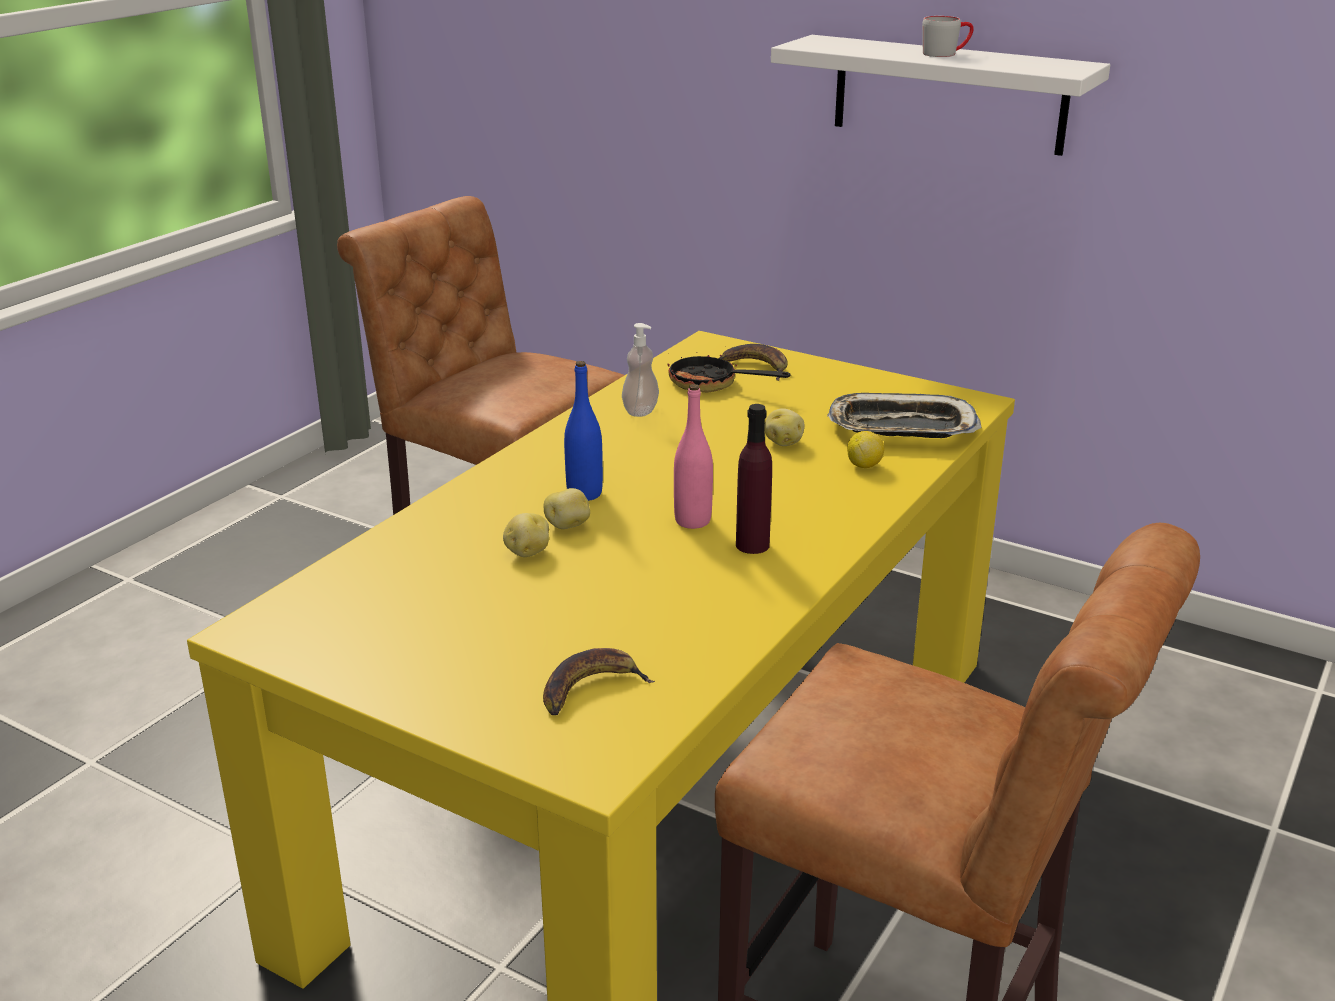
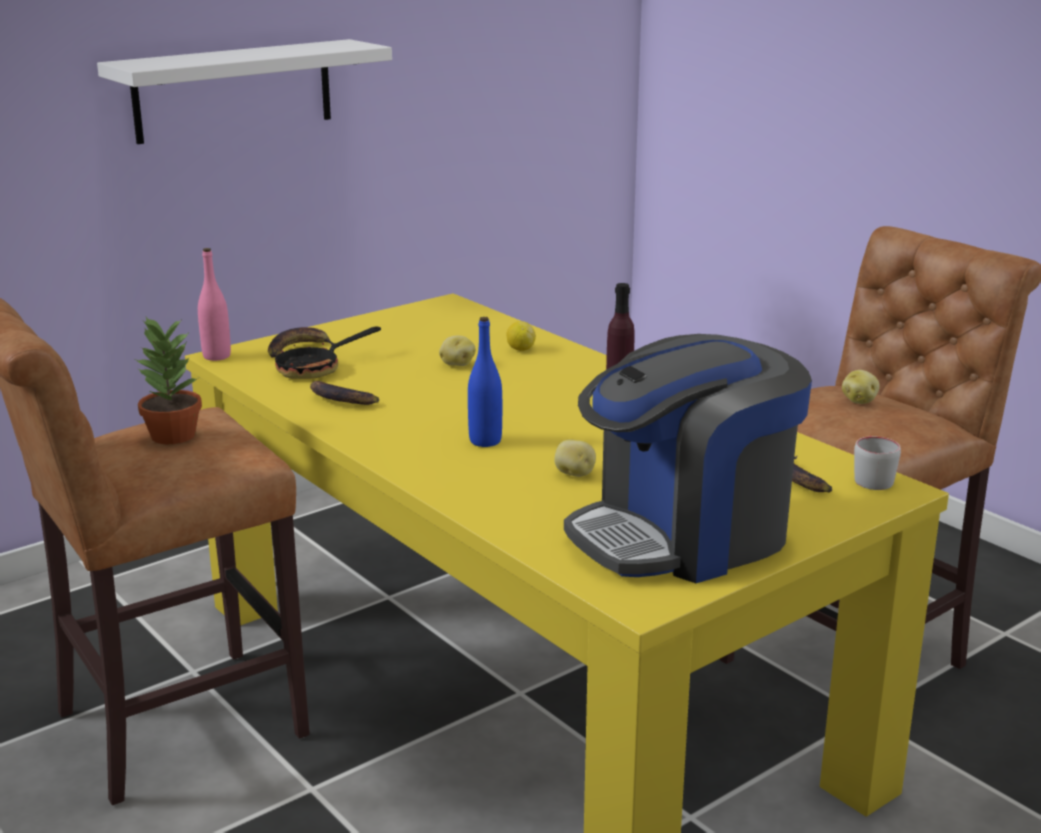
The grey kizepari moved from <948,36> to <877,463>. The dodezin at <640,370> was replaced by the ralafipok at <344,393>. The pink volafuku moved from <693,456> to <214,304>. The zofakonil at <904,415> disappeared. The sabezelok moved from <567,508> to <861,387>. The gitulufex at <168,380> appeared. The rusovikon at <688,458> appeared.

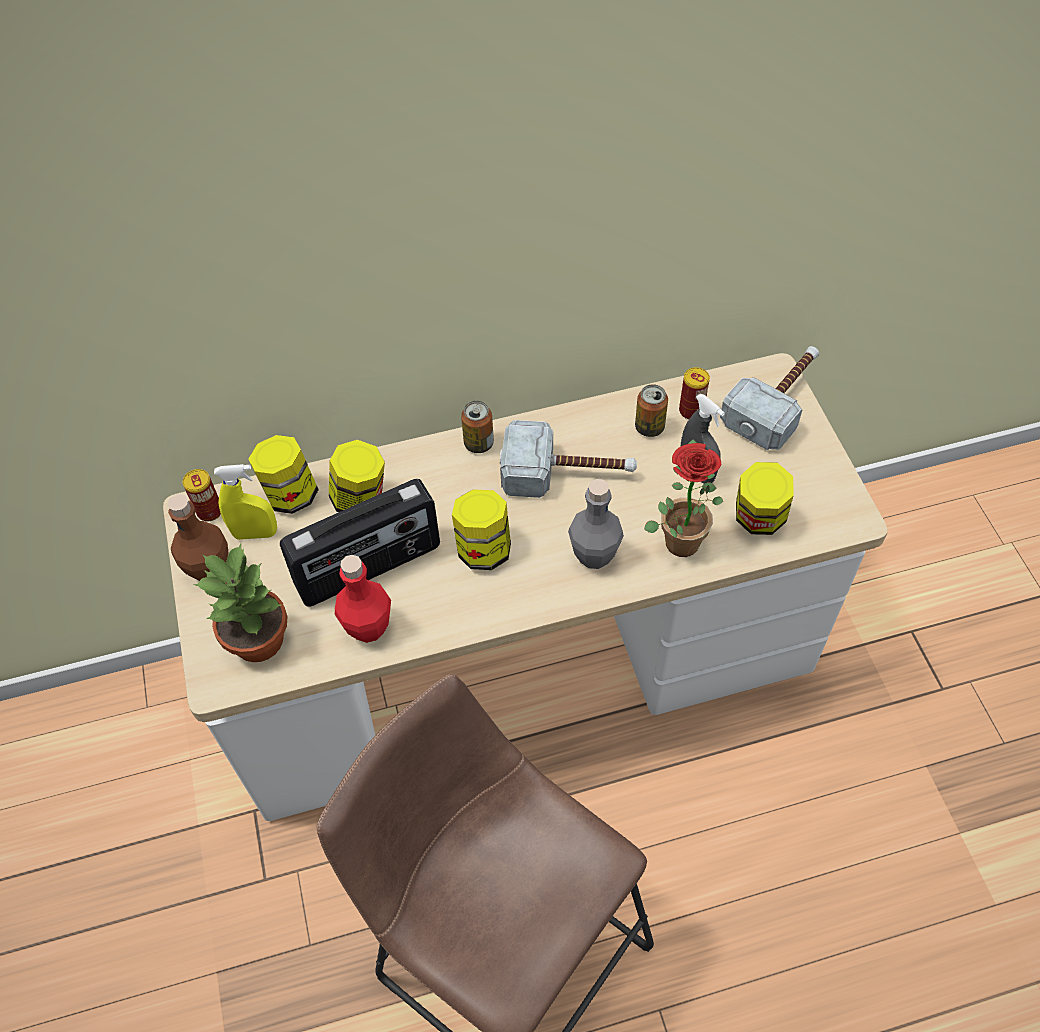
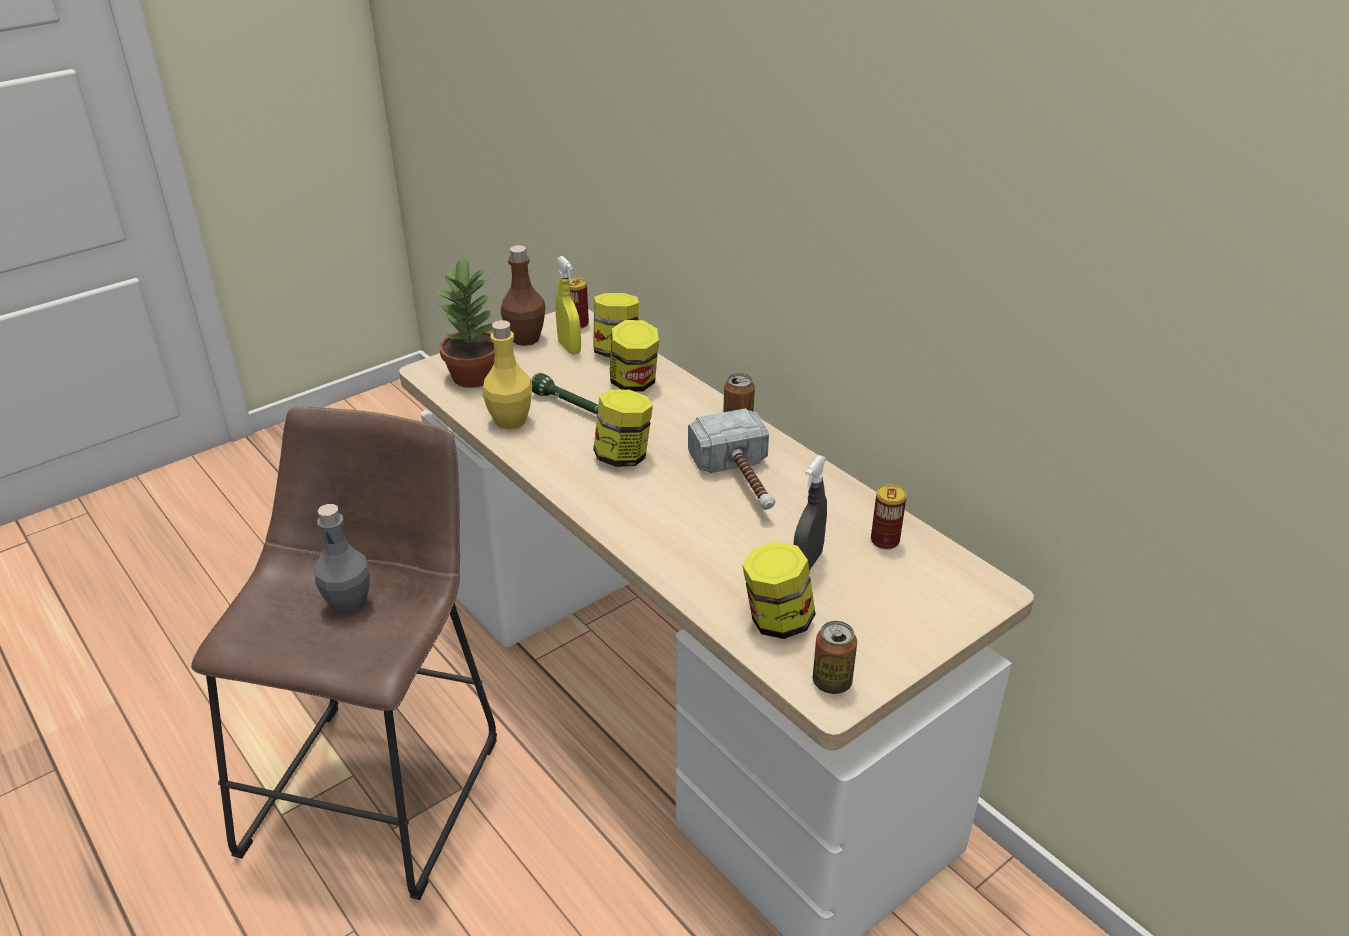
The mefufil at <769,398> disappeared. The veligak moved from <651,410> to <835,657>. The gitulufex at <683,498> disappeared. The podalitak at <360,543> was replaced by the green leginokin at <565,393>. The grey volafuku moved from <596,524> to <342,559>. The red volafuku at <363,599> became the yellow volafuku at <507,375>.

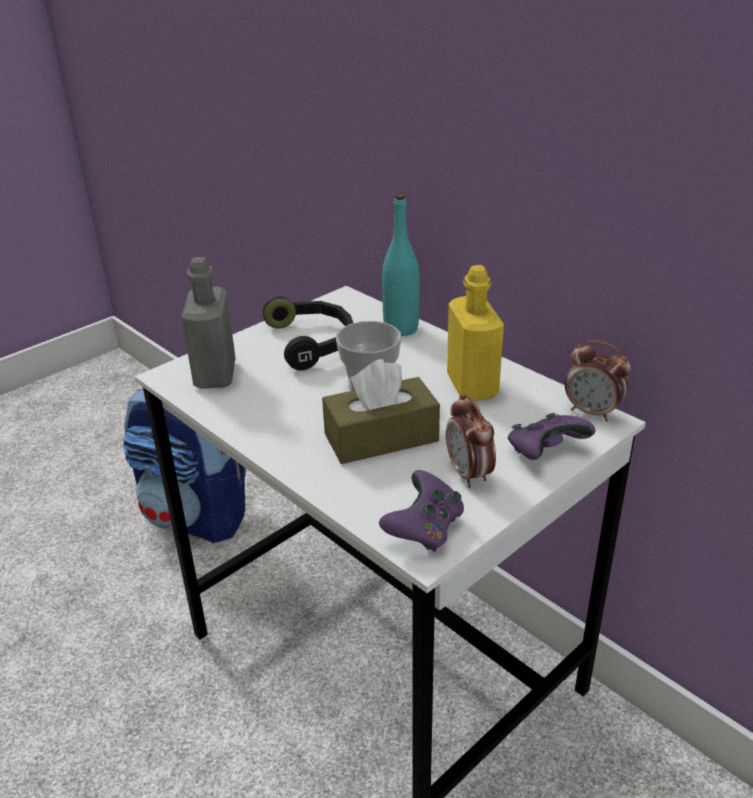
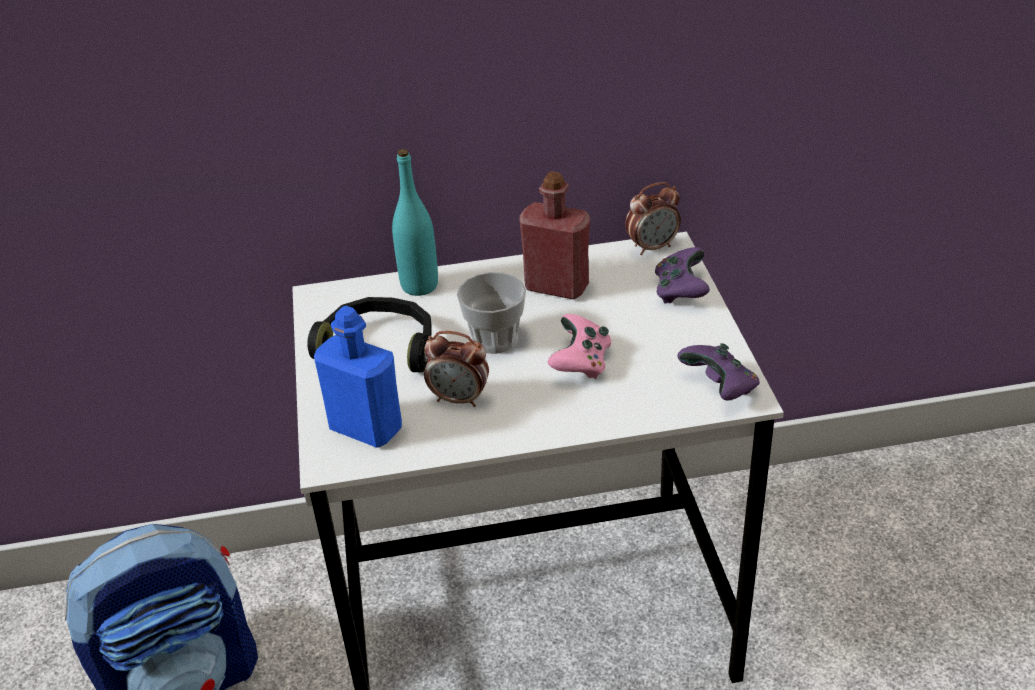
The grey volafuku at <209,323> became the blue volafuku at <358,377>. The yellow volafuku at <475,333> became the red volafuku at <554,235>. The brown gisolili at <381,411> was replaced by the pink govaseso at <579,346>. The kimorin moved from <471,441> to <456,369>.

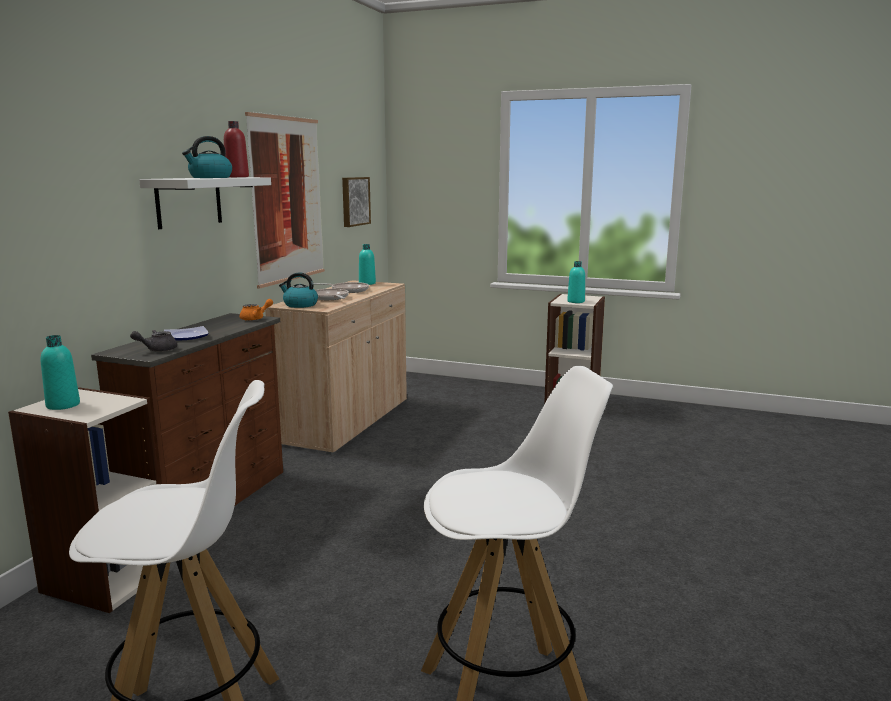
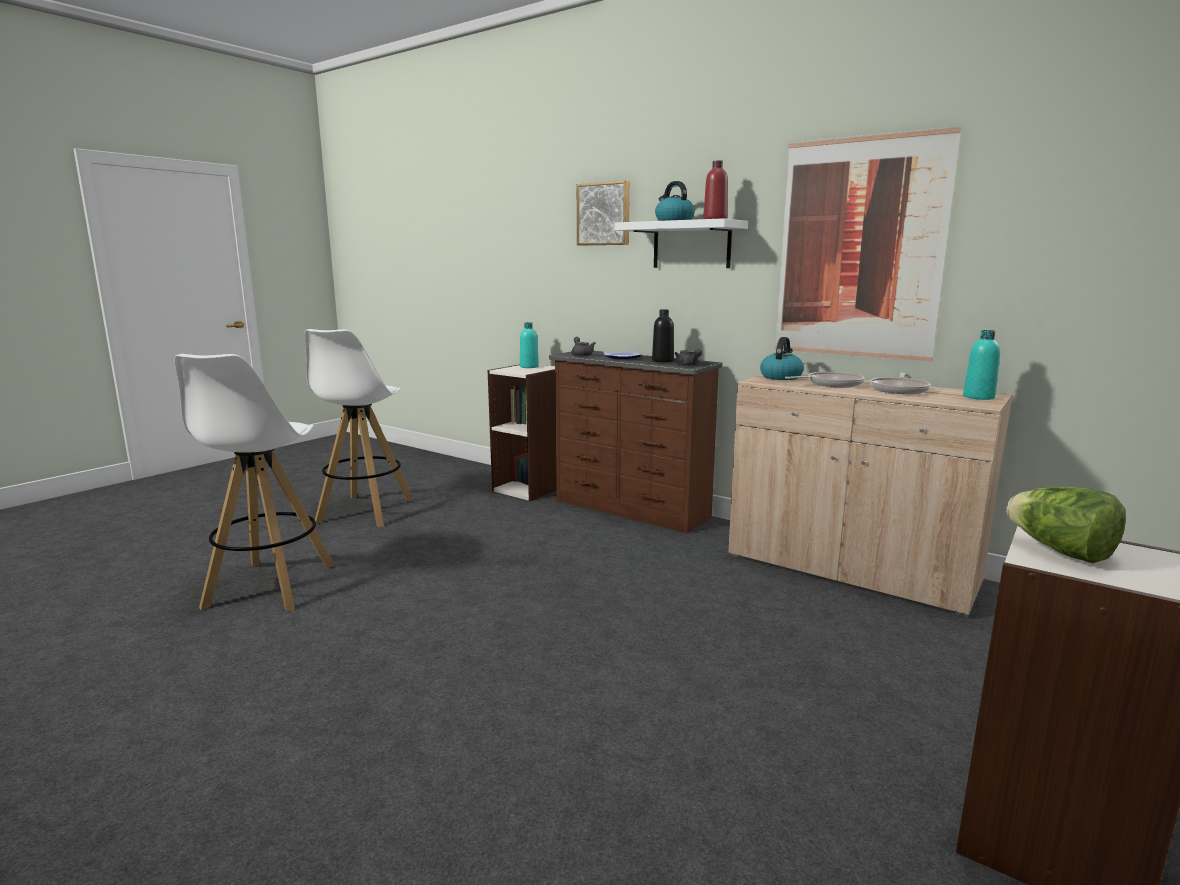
The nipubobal moved from <356,202> to <603,213>. The turquoise volafuku at <576,282> was replaced by the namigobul at <1066,524>. The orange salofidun at <256,310> became the grey salofidun at <688,357>. The black volafuku at <663,335> appeared.

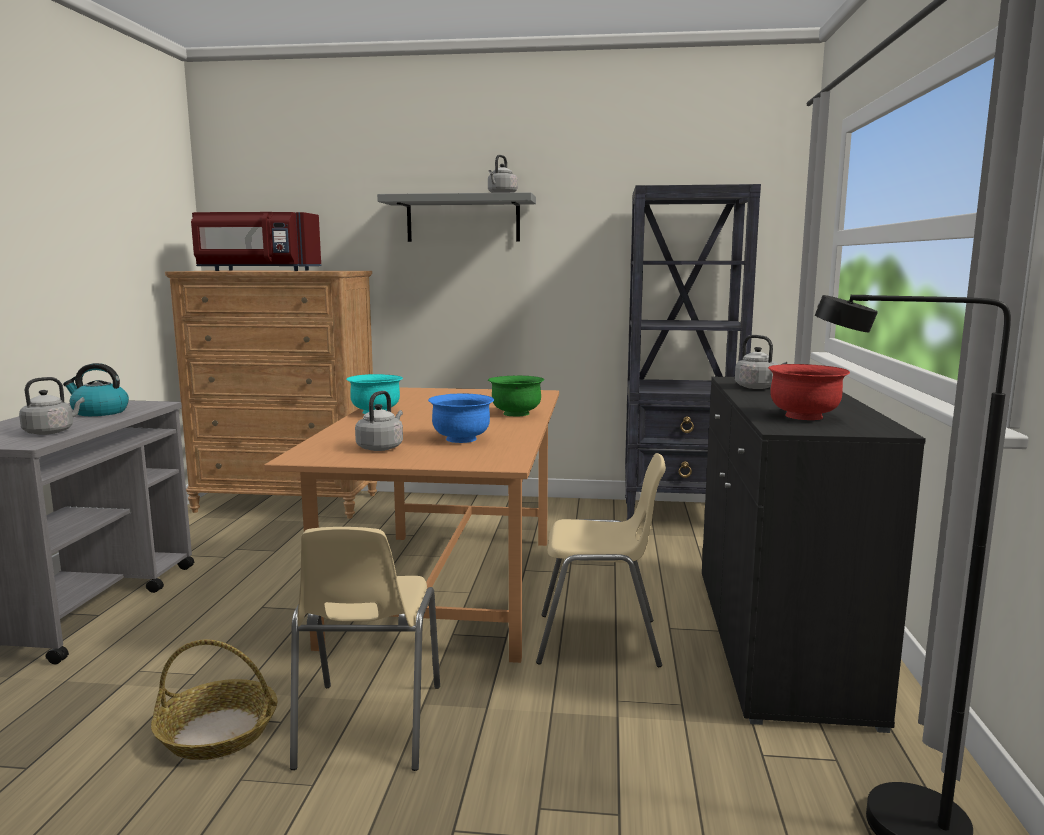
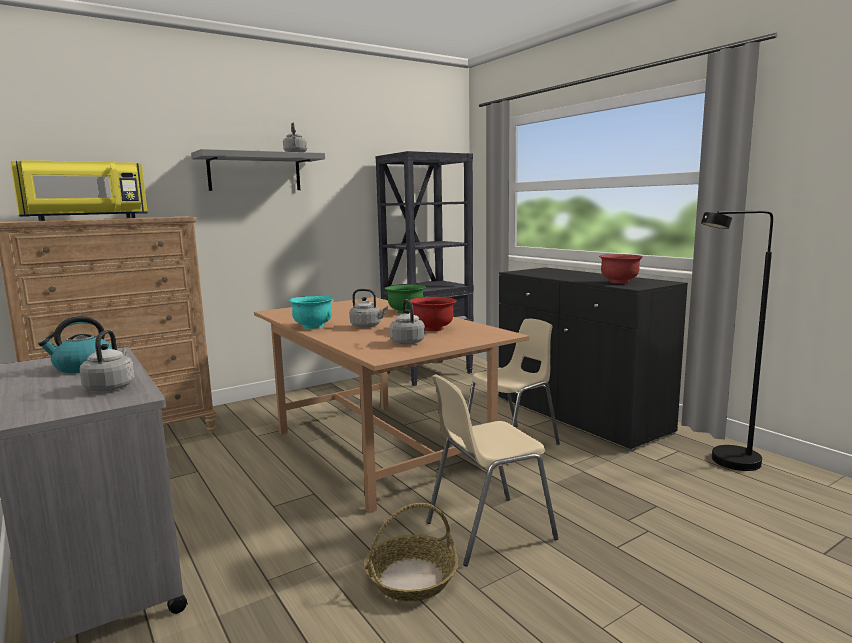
The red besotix at <256,241> became the yellow besotix at <79,190>. The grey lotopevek moved from <761,362> to <369,308>. The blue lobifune at <461,418> became the red lobifune at <433,314>. The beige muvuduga at <365,649> turned 105 degrees clockwise.

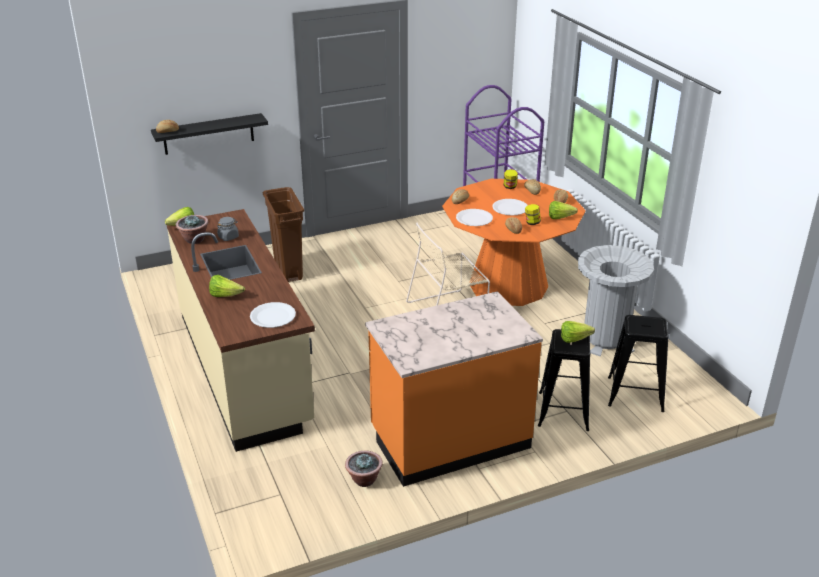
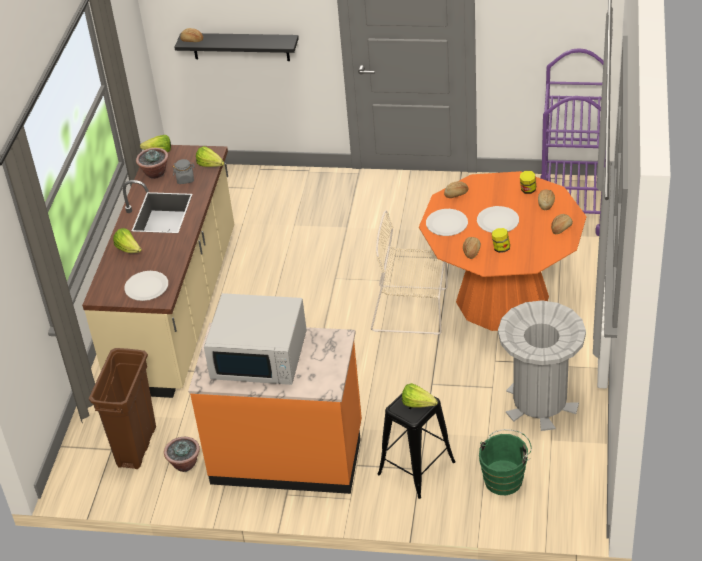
The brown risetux moved from <283,234> to <122,408>. The namigobul moved from <563,210> to <210,156>. The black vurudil at <638,363> was replaced by the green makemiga at <505,462>. The white besotix at <255,339> appeared.

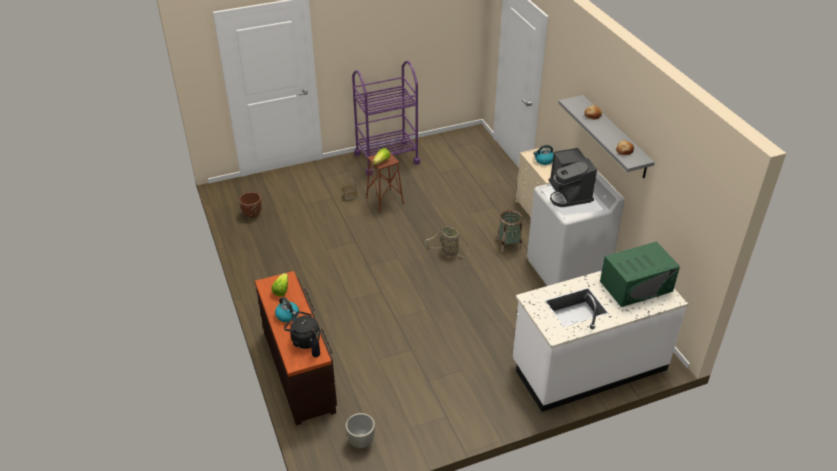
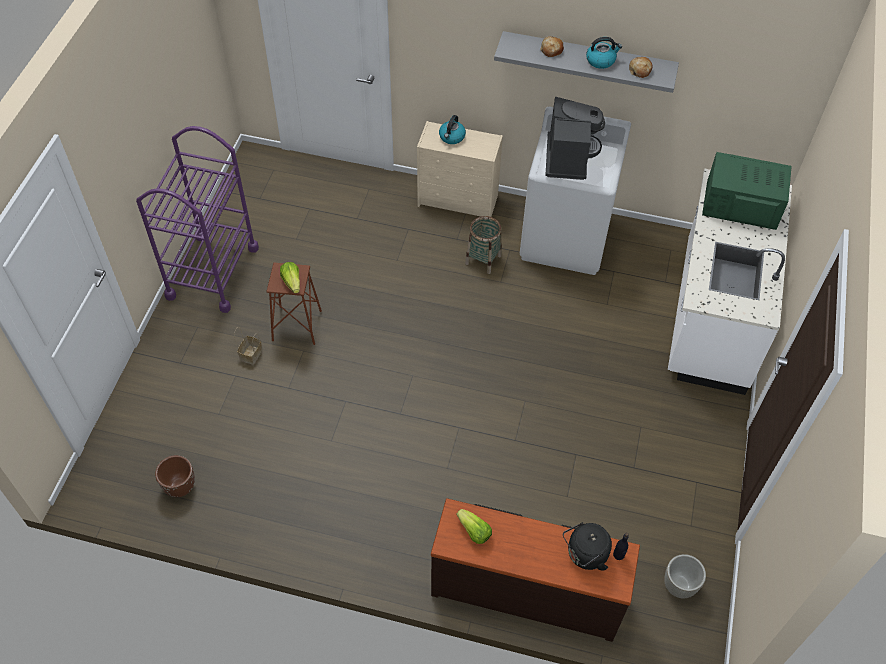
The rusovikon at <573,177> turned 105 degrees counterclockwise. The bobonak at <447,241> disappeared. The green besotix at <640,274> turned 90 degrees counterclockwise. The lotopevek moved from <287,309> to <604,53>.

